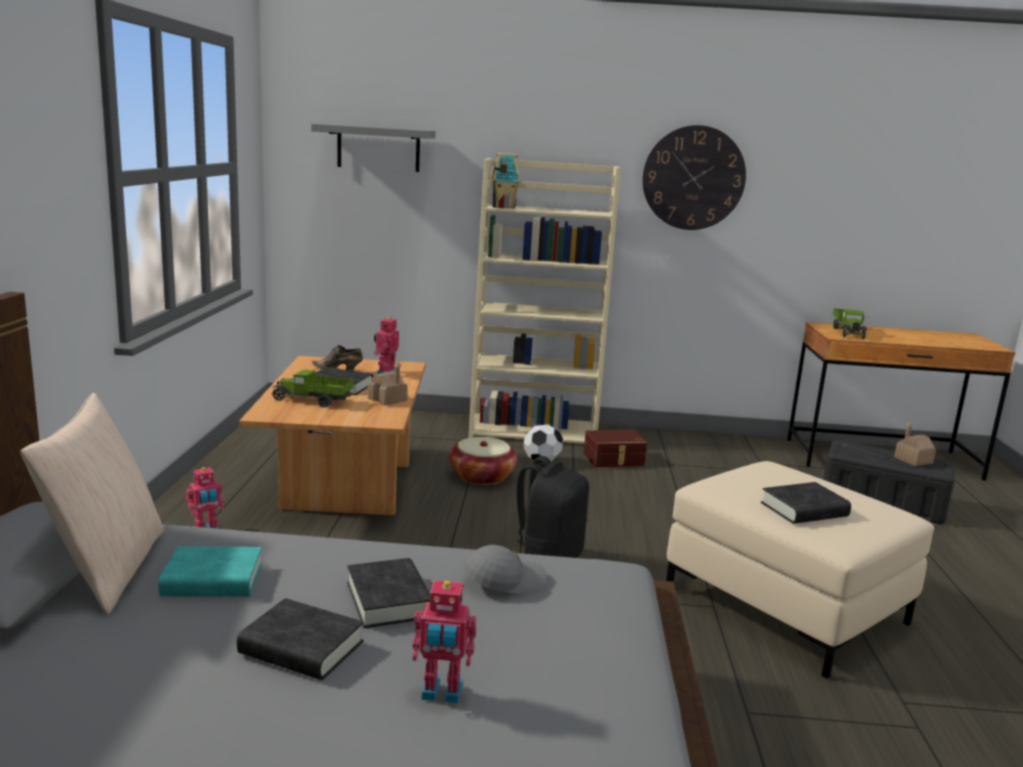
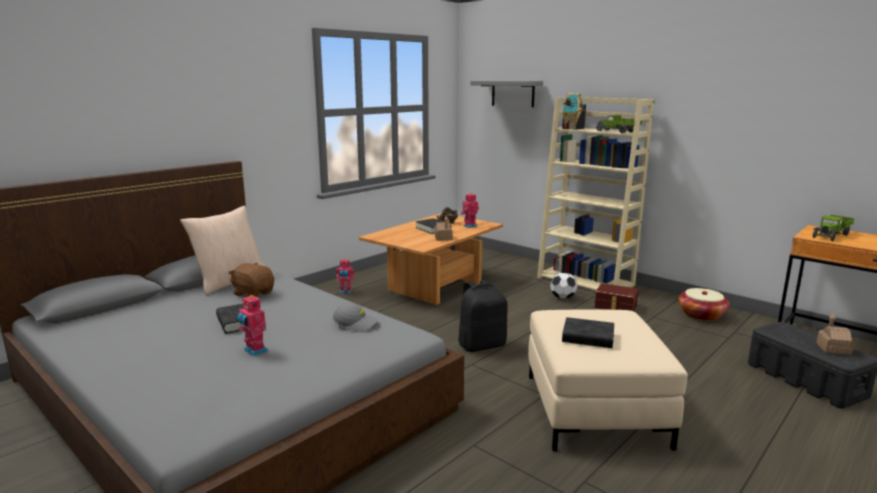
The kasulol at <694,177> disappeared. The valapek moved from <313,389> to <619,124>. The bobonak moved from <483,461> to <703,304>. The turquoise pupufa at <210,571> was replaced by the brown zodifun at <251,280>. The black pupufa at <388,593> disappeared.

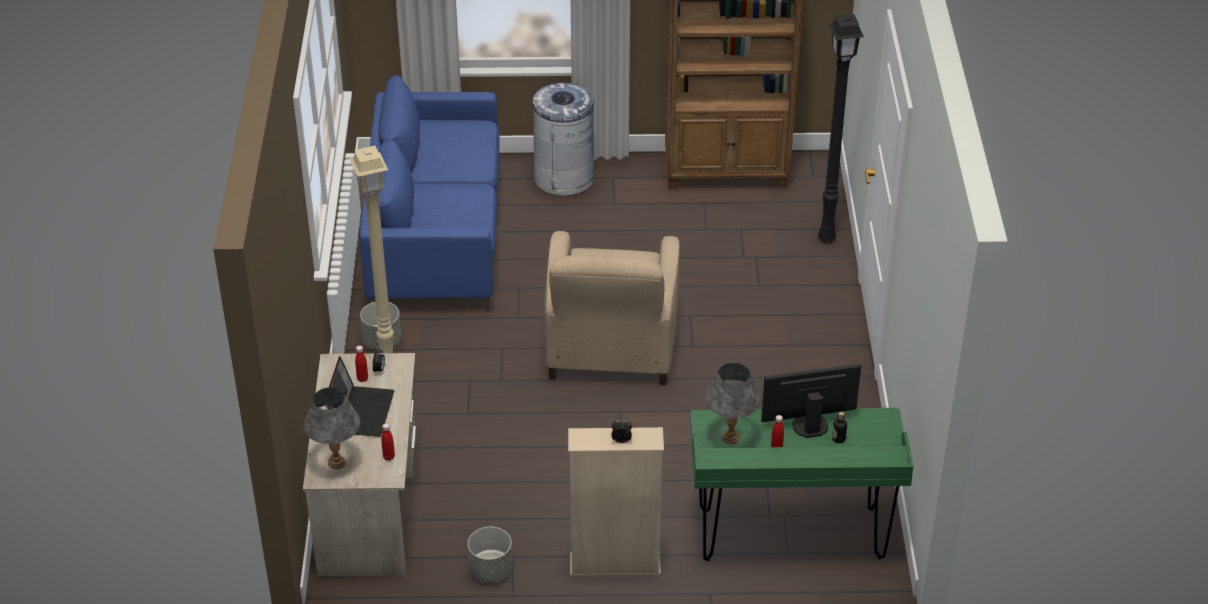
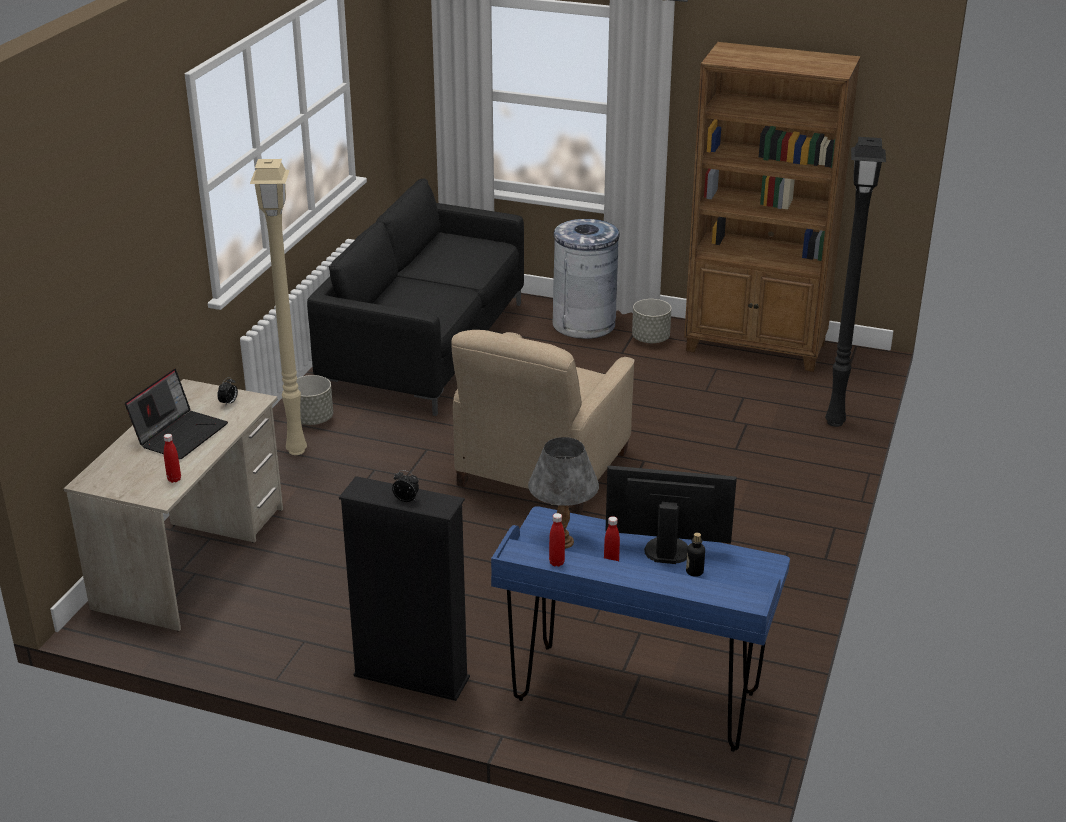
The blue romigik at <430,193> became the black romigik at <415,297>. The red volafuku moved from <361,364> to <557,540>. The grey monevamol at <332,428> disappeared. The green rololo at <801,485> became the blue rololo at <640,629>. The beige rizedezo at <616,501> became the black rizedezo at <404,588>. The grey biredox moved from <490,555> to <651,321>.

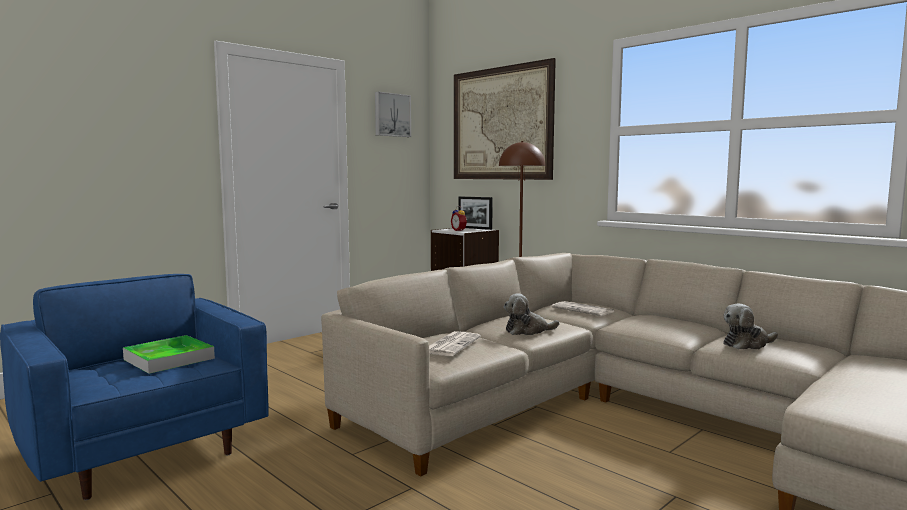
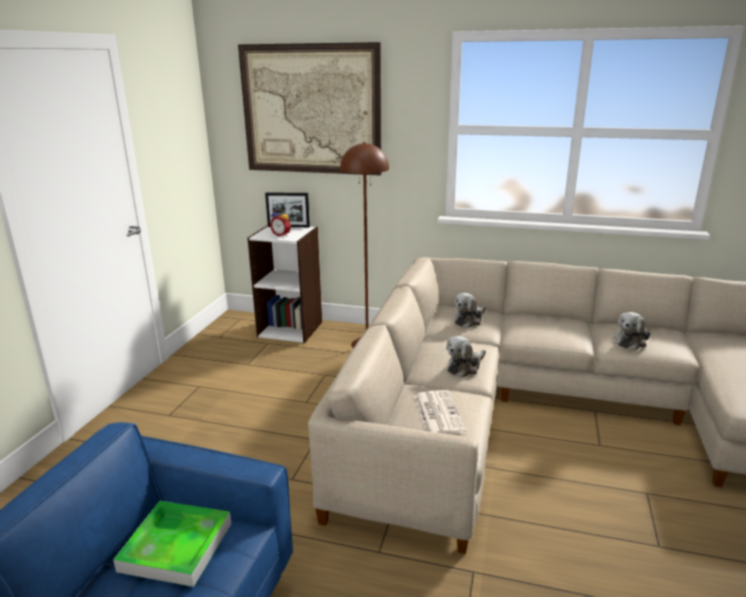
The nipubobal at <393,114> disappeared. The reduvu at <582,308> was replaced by the zodifun at <470,310>.

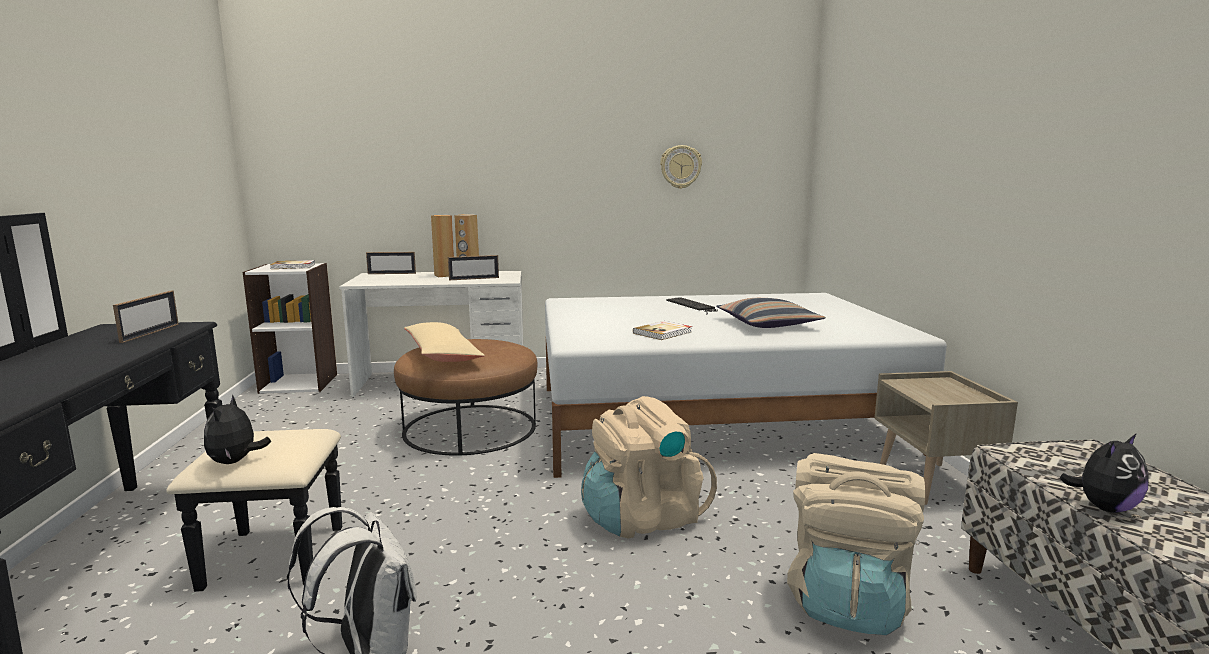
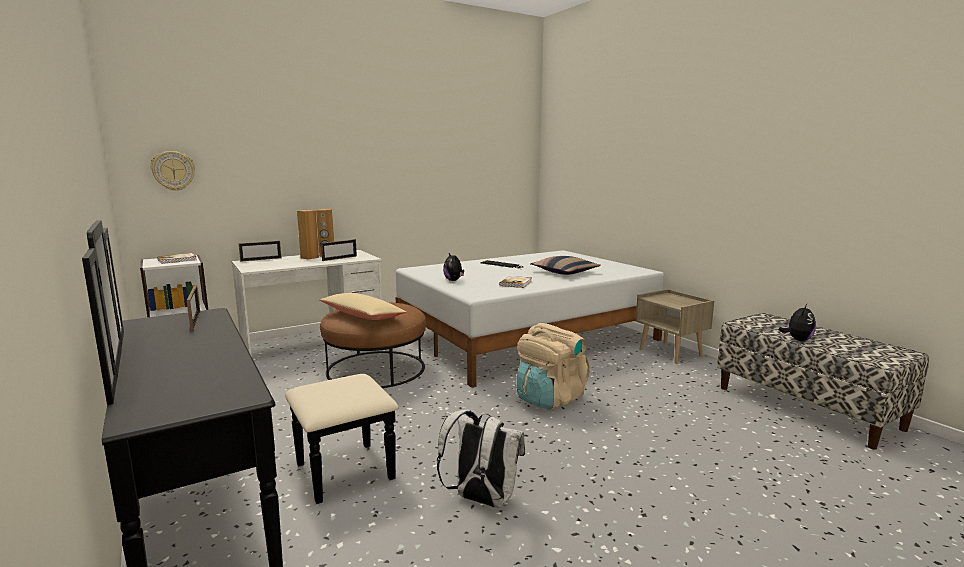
The kasulol moved from <681,167> to <172,171>. The zodifun moved from <237,429> to <453,267>. The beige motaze at <856,544> disappeared.

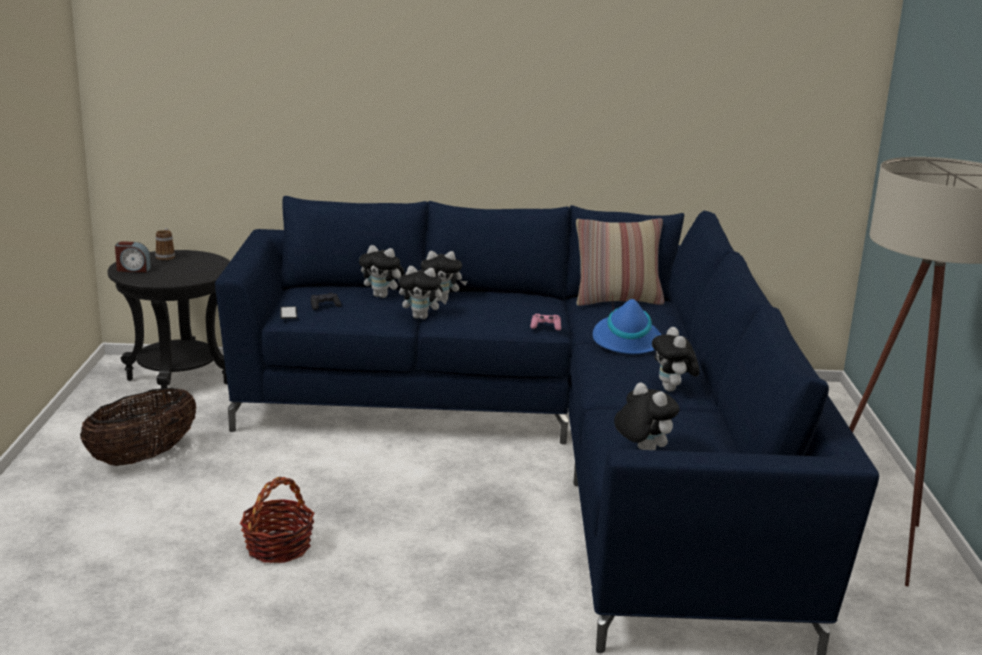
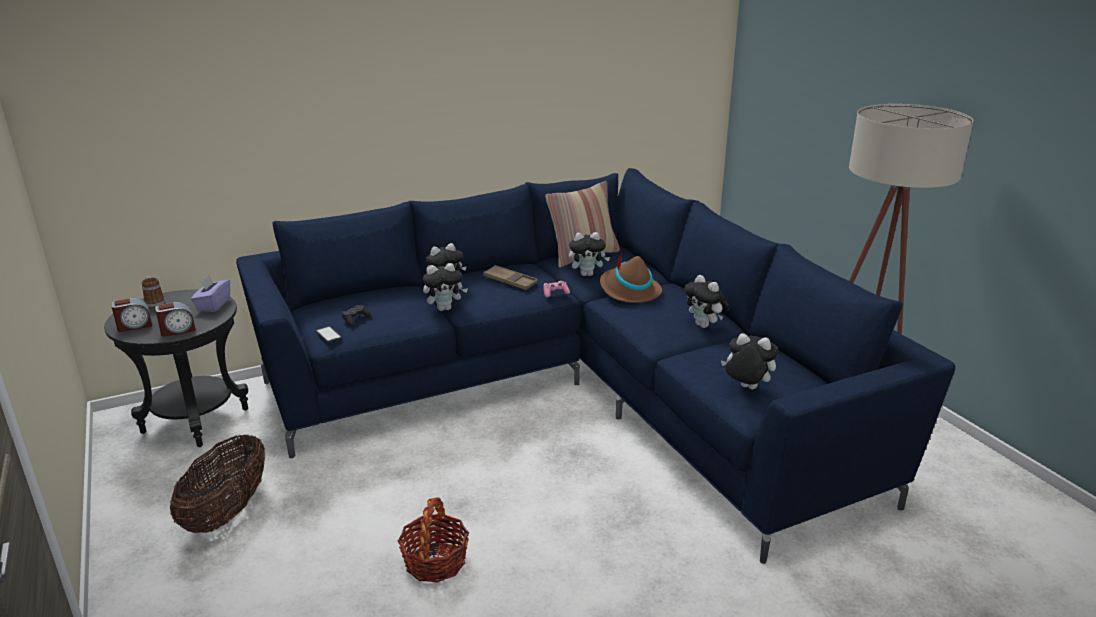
The zodifun moved from <382,271> to <589,254>. The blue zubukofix at <627,325> became the brown zubukofix at <631,278>. The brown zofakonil at <510,277> appeared. The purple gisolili at <210,293> appeared. The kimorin at <175,319> appeared.

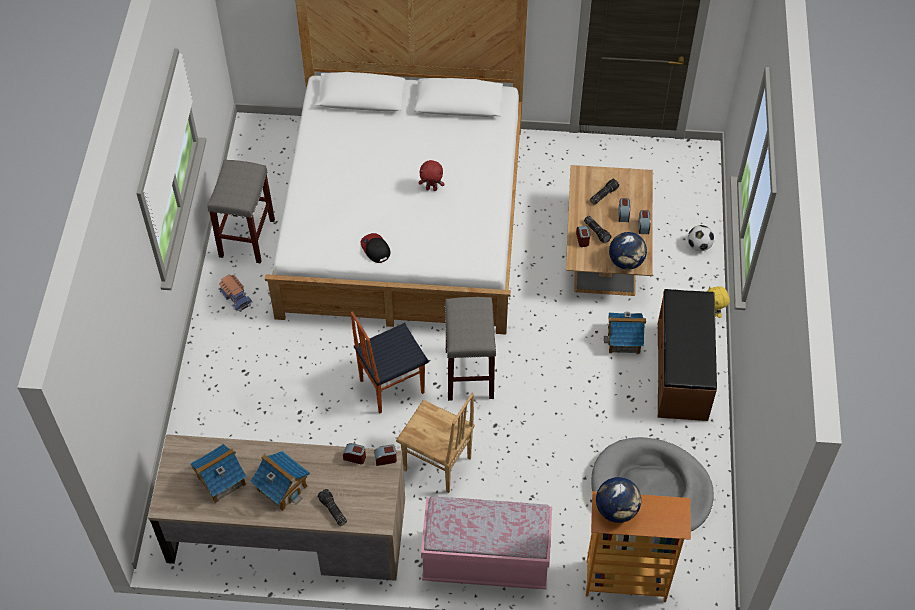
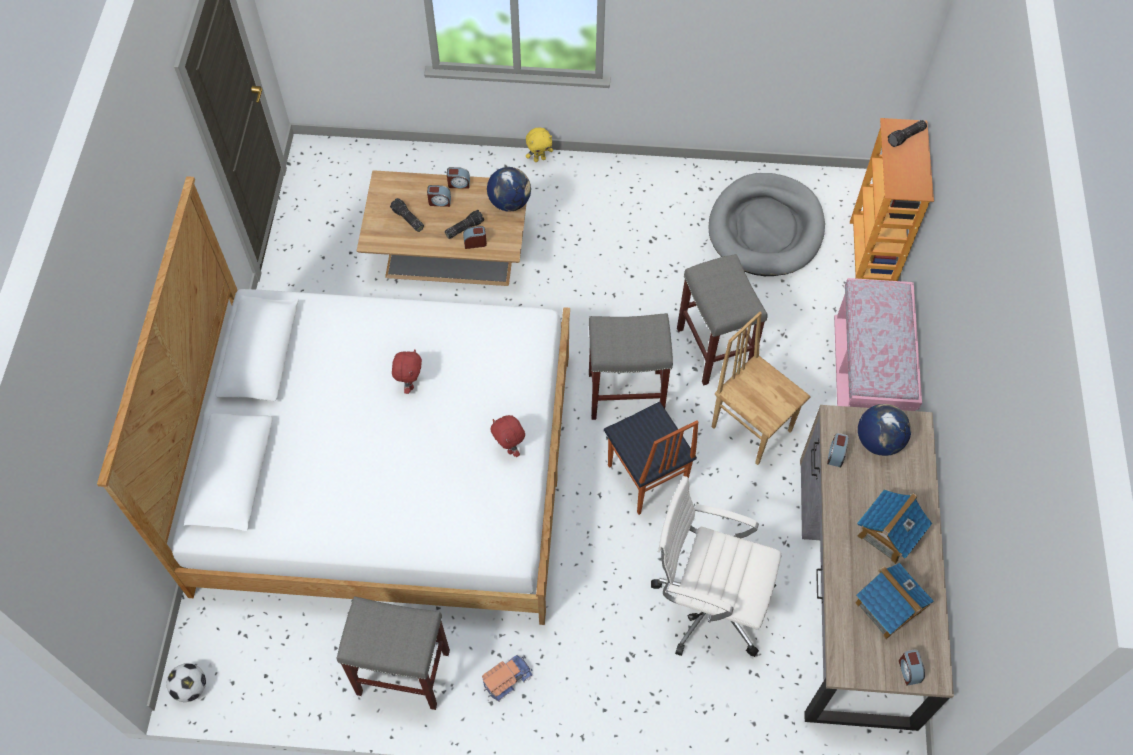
The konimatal moved from <701,238> to <186,682>. The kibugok at <375,248> was replaced by the red zodifun at <508,436>. The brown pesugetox at <687,355> disappeared. The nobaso at <625,333> disappeared. The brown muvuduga at <435,443> turned 75 degrees counterclockwise. The kimorin moved from <385,455> to <912,667>. The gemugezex moved from <618,500> to <884,430>. The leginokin moved from <332,507> to <907,133>. The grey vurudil at <722,319> appeared. The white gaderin at <716,566> appeared.

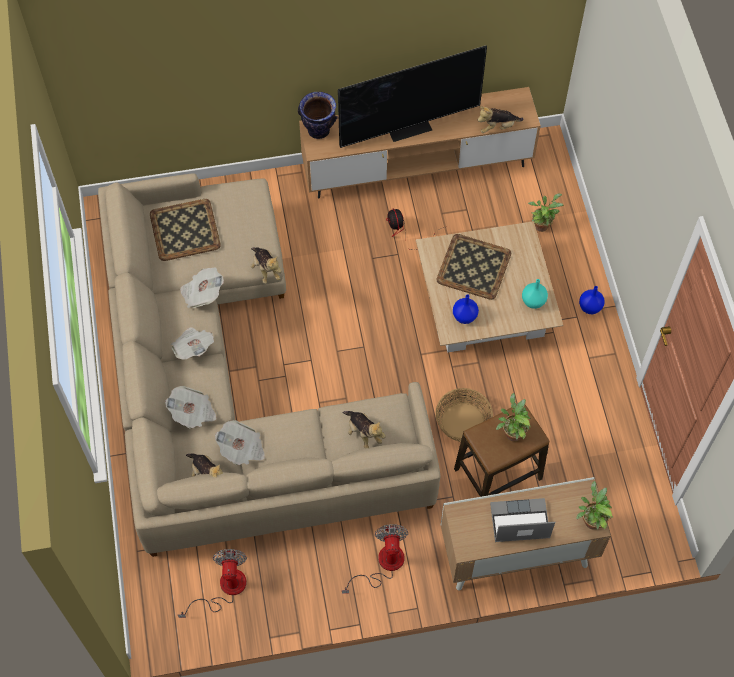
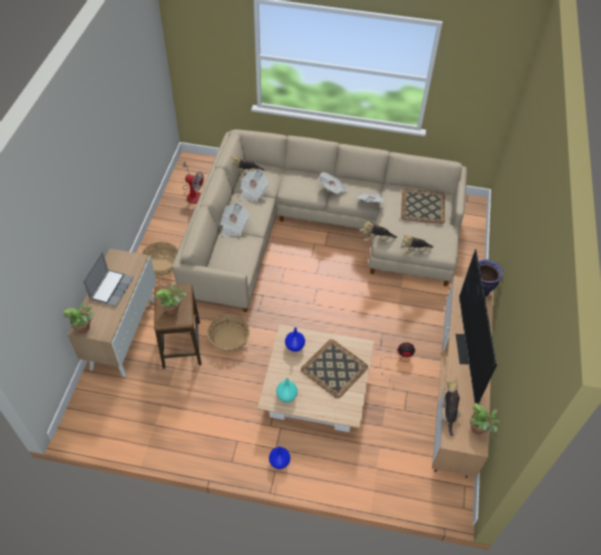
The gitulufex moved from <545,212> to <485,418>. The reduvu moved from <191,407> to <235,220>. The zodifun moved from <364,430> to <417,245>. The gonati at <375,559> was replaced by the bobonak at <159,259>.

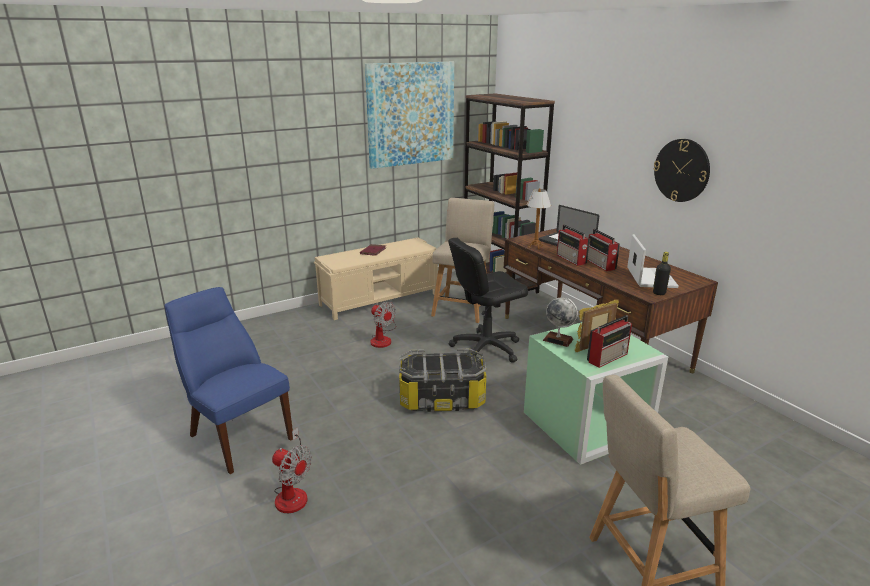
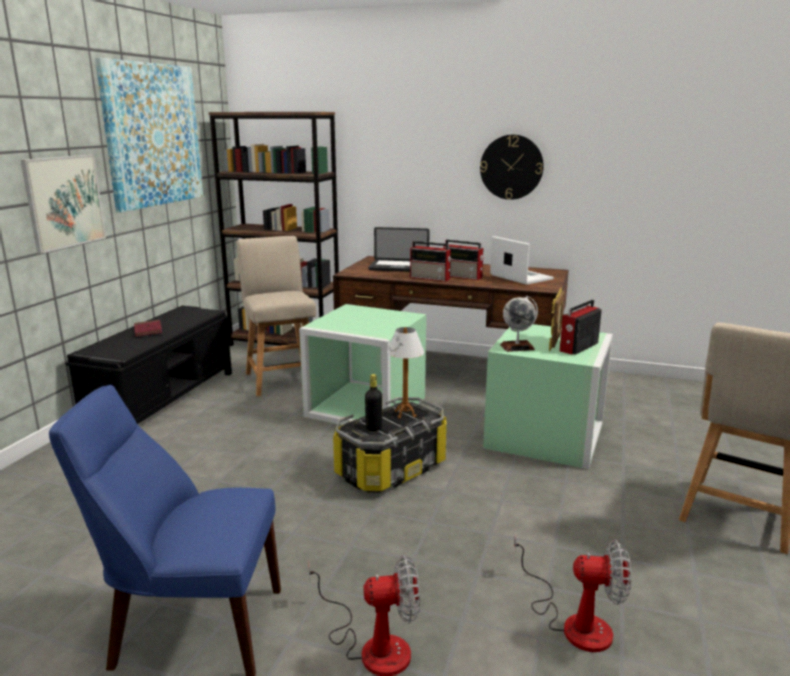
The monevamol moved from <538,219> to <405,373>. The beige pesugetox at <376,278> became the black pesugetox at <149,364>. The black gaderin at <488,300> was replaced by the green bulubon at <362,364>. The black volafuku moved from <662,273> to <373,403>. The gonati moved from <383,325> to <572,592>. The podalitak at <609,341> turned 150 degrees counterclockwise. The nipubobal at <63,204> appeared.

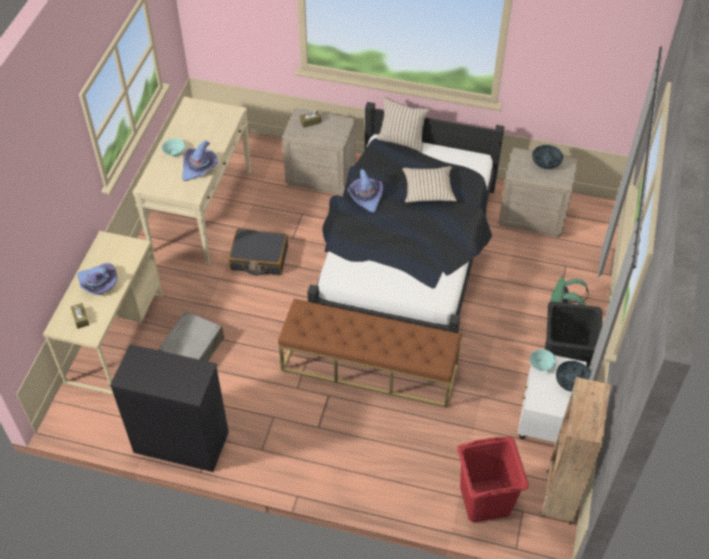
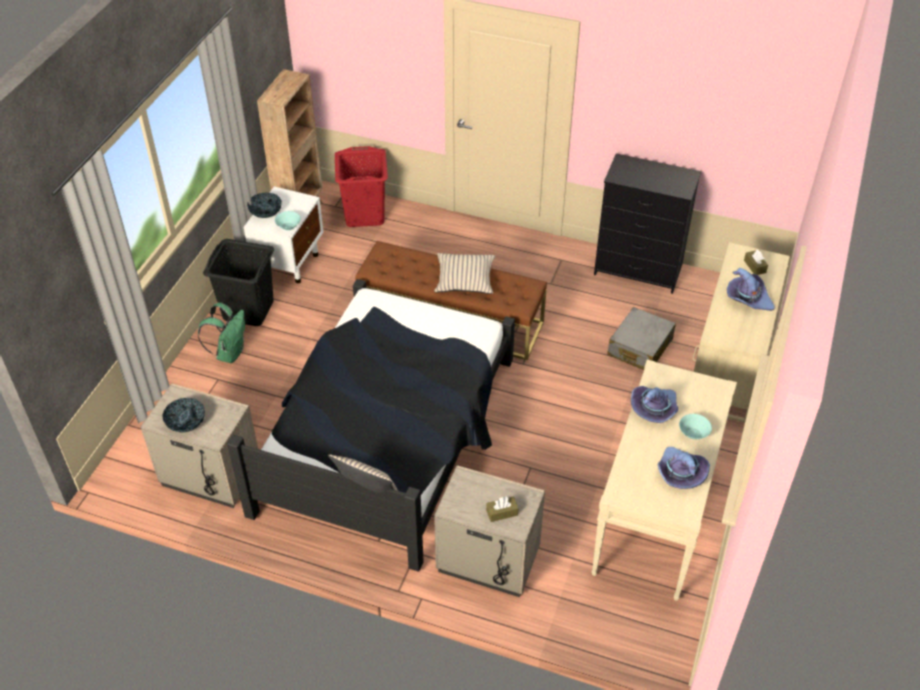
The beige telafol moved from <429,184> to <464,273>. The purple zubukofix moved from <365,191> to <684,468>. The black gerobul at <258,252> disappeared.

